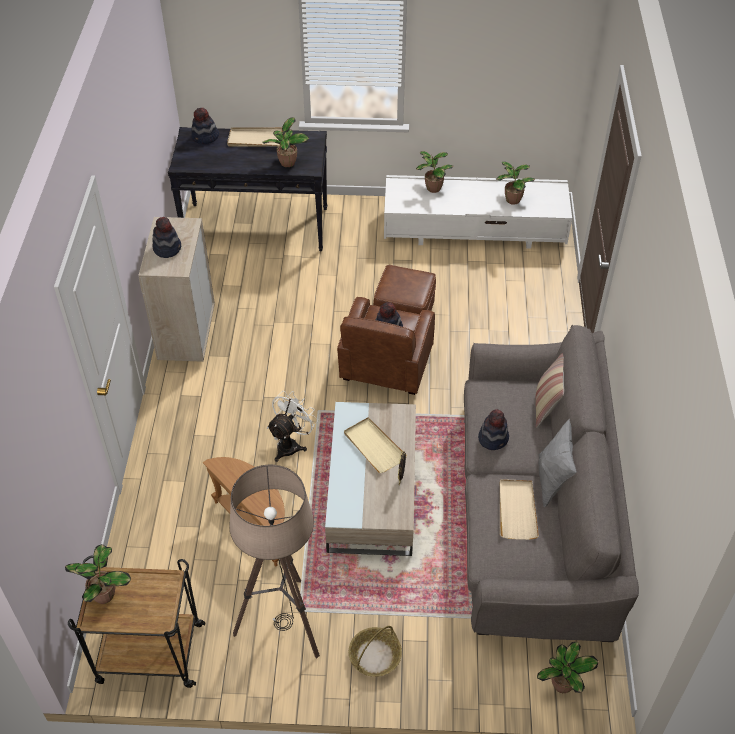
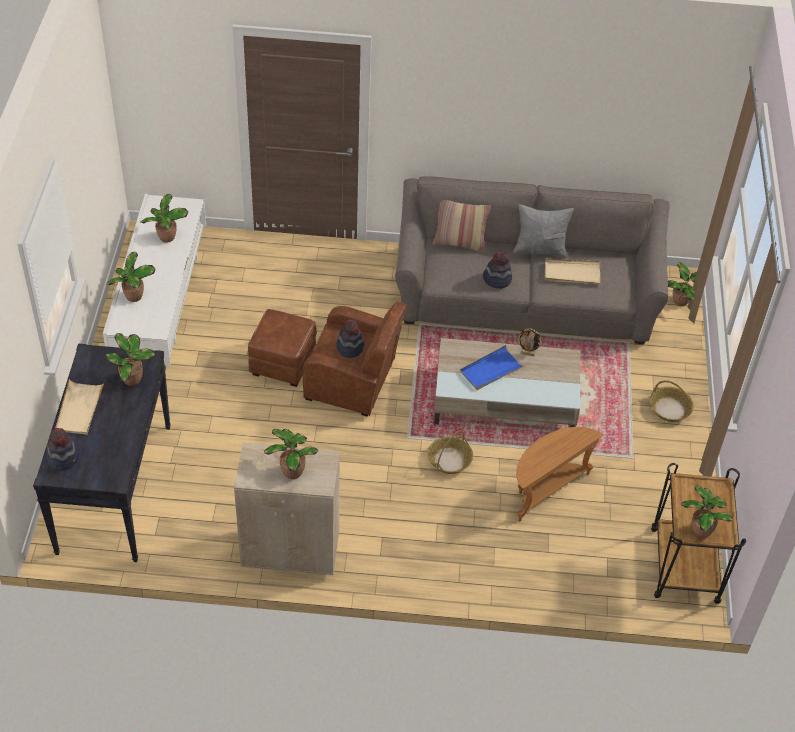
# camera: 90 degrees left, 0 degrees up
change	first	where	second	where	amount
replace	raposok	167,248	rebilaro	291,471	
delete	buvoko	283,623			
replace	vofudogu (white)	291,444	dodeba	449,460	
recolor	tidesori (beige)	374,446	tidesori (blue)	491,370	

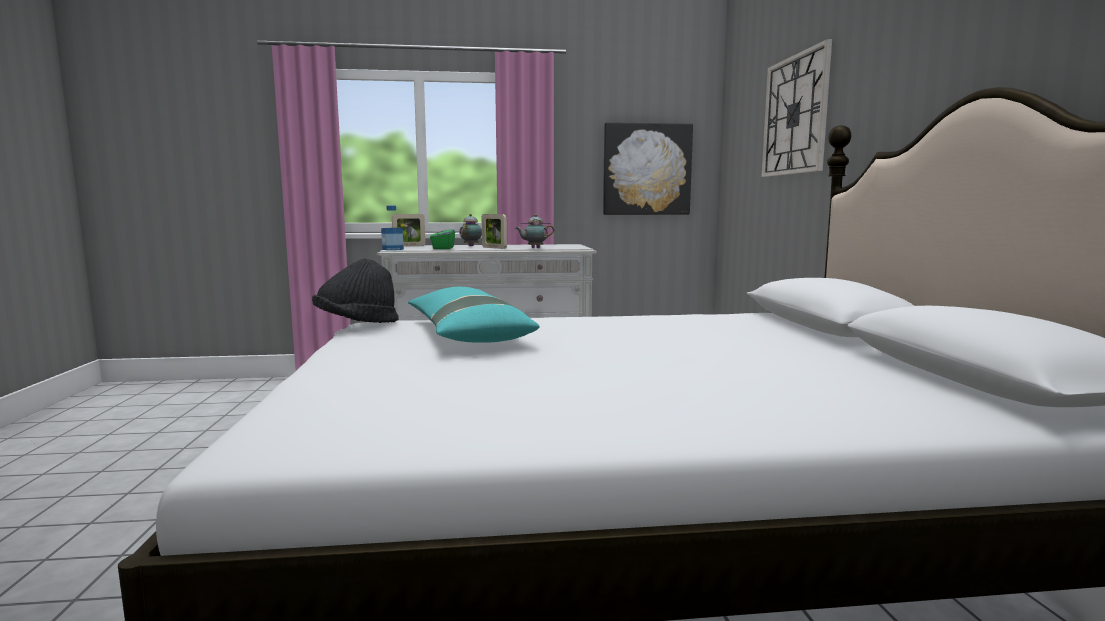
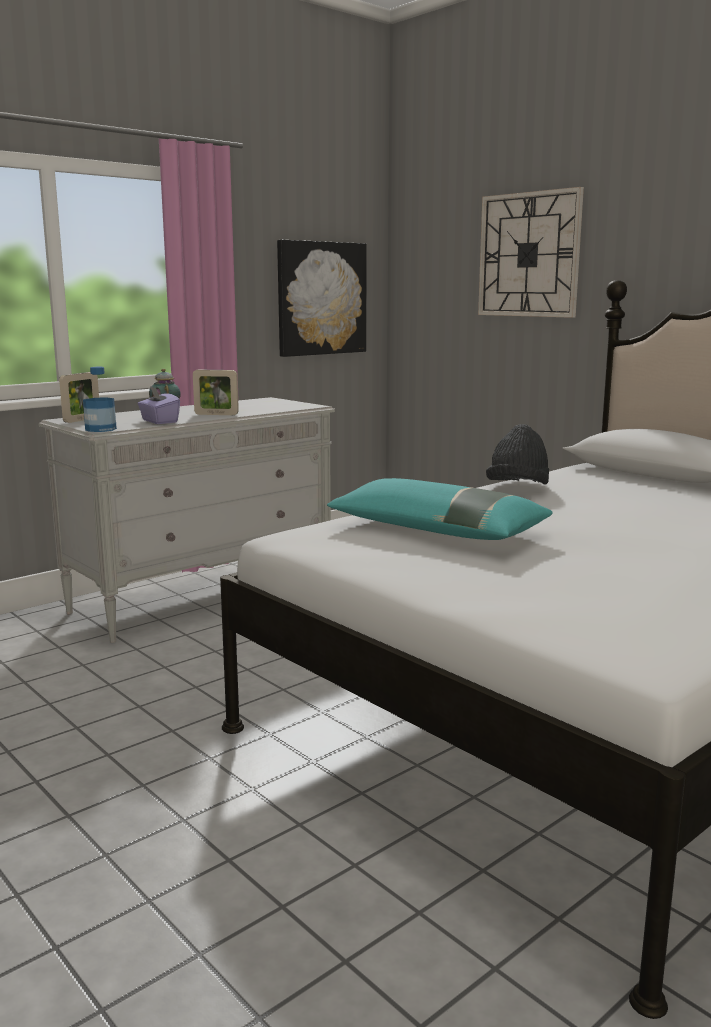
# camera: 35 degrees left, 5 degrees up
change	first	where	second	where	amount
move	raposok (black)	357,324		517,488	
recolor	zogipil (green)	443,248	zogipil (purple)	159,421	
delete	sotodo	534,248			

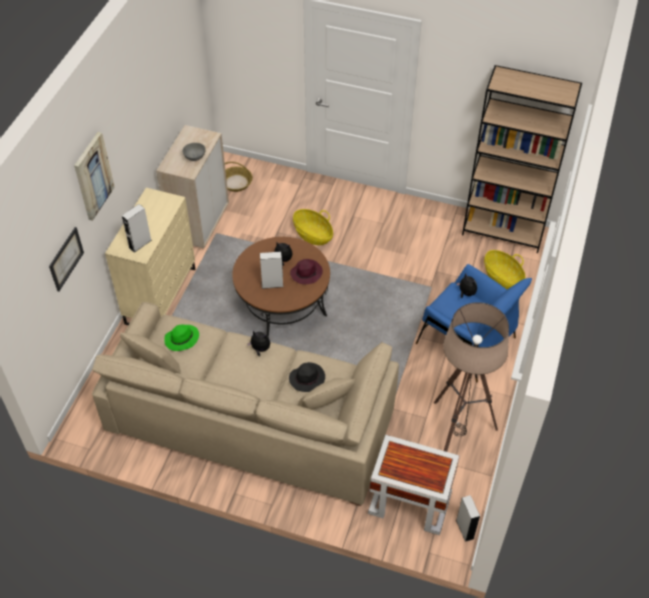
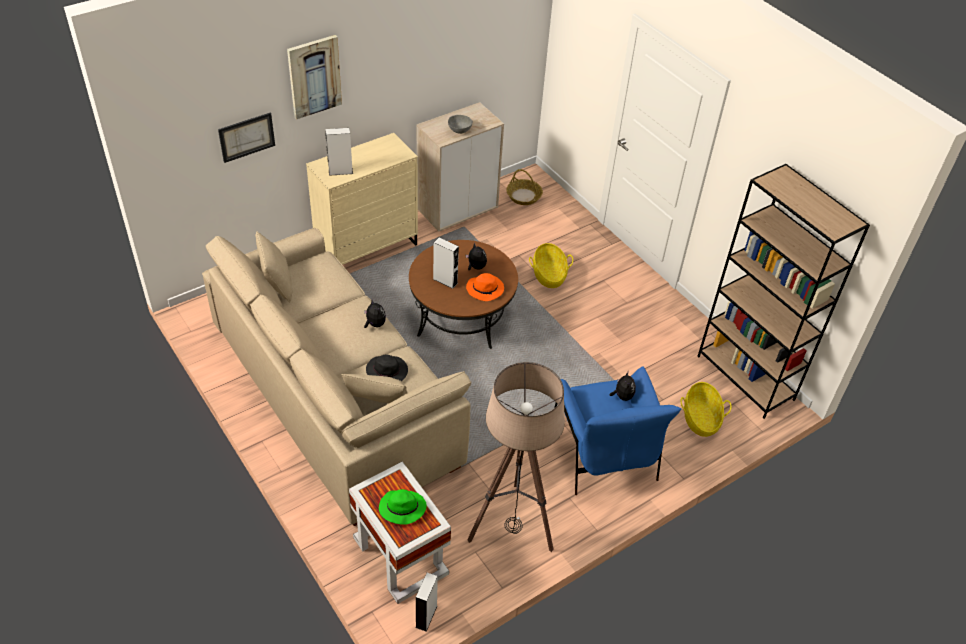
# camera: 35 degrees right, 5 degrees down
change	first	where	second	where	amount
move	raposok (green)	181,339		401,508	
recolor	raposok (purple)	306,273	raposok (orange)	485,289	

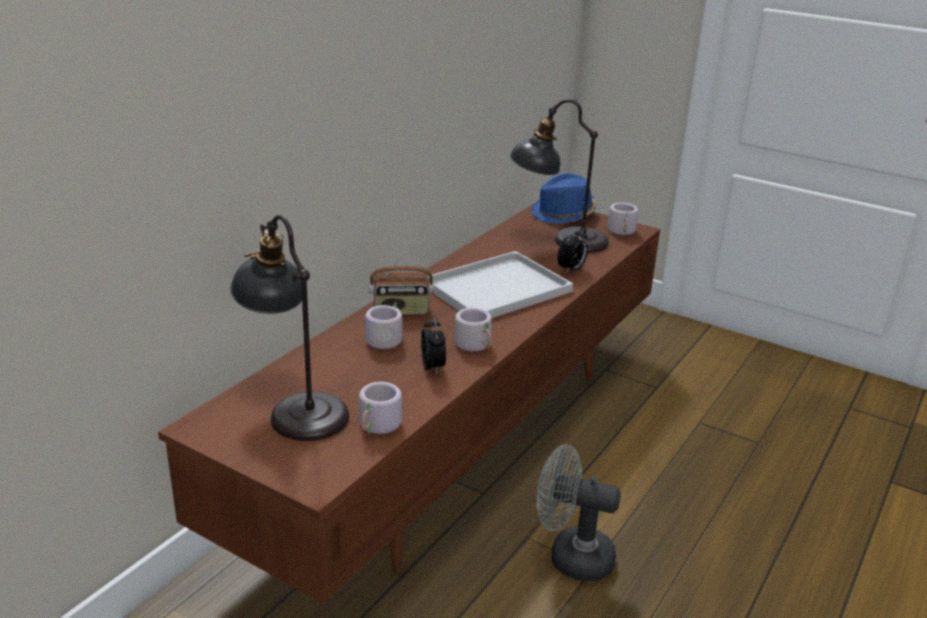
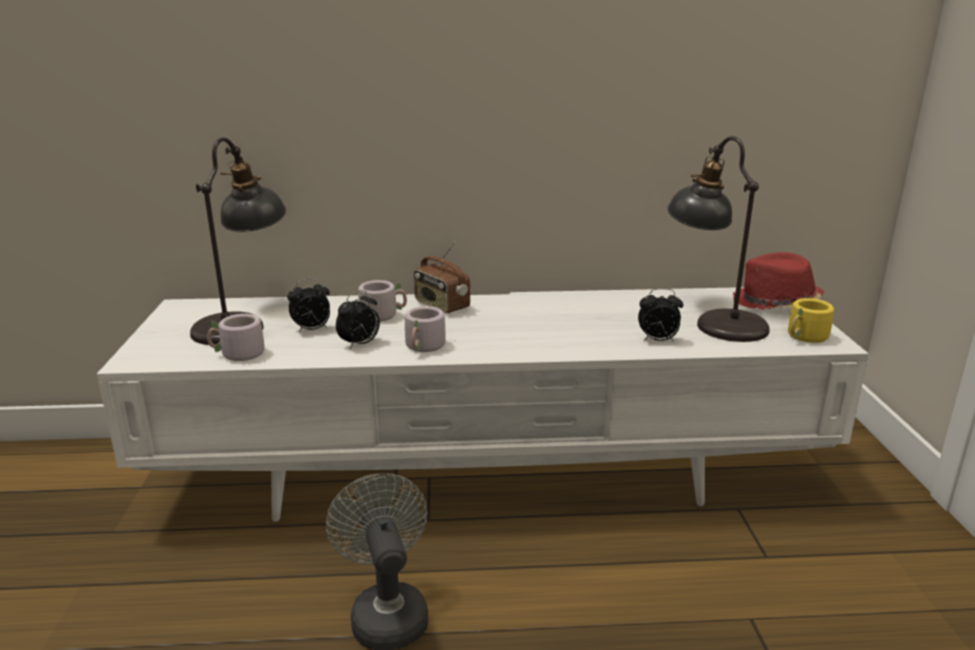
# camera: 55 degrees right, 5 degrees down
change	first	where	second	where	amount
recolor	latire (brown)	456,440	latire (white)	487,472	
delete	tidesori (white)	498,287			
recolor	raposok (blue)	564,214	raposok (red)	775,303	
recolor	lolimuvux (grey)	623,232	lolimuvux (yellow)	807,338	
insert			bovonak	312,330	

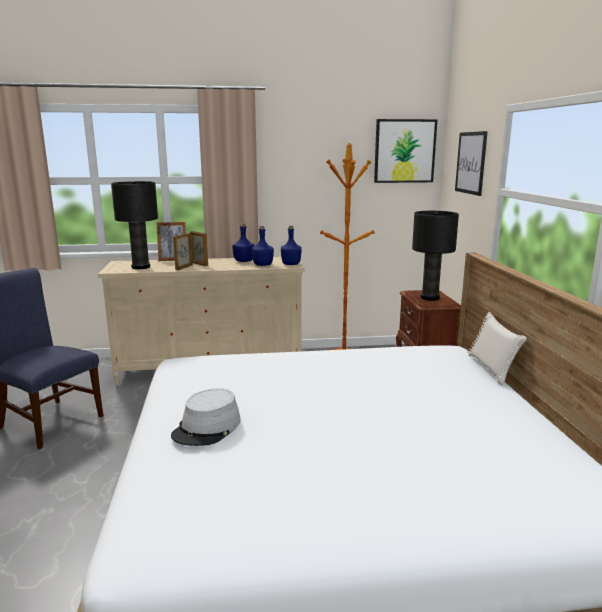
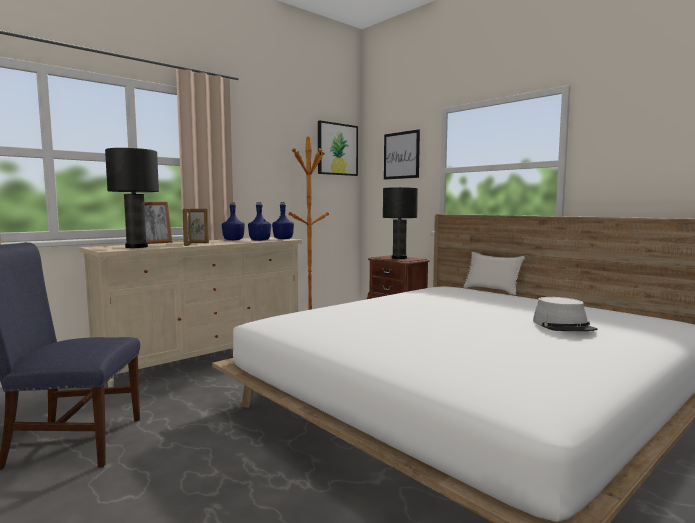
# camera: 35 degrees left, 10 degrees down
change	first	where	second	where	amount
move	raposok (grey)	207,428		563,325	

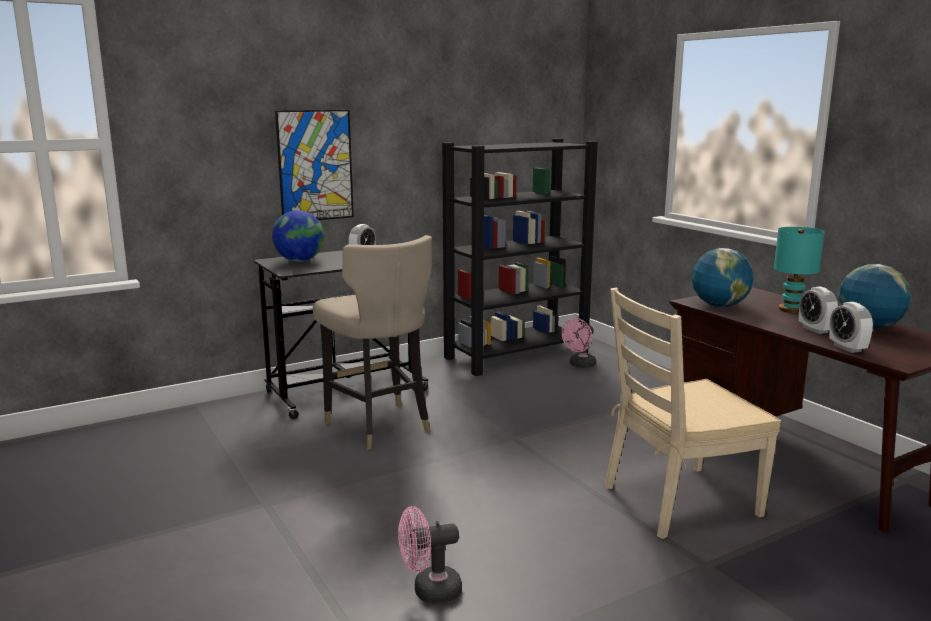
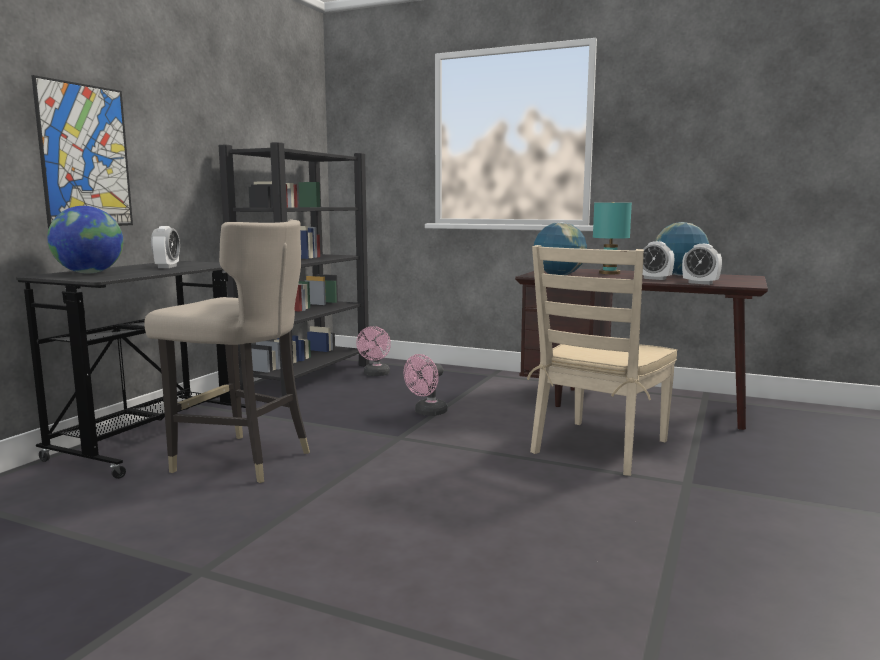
# camera: 35 degrees left, 5 degrees down
change	first	where	second	where	amount
move	vofudogu (pink)	429,591		427,413	

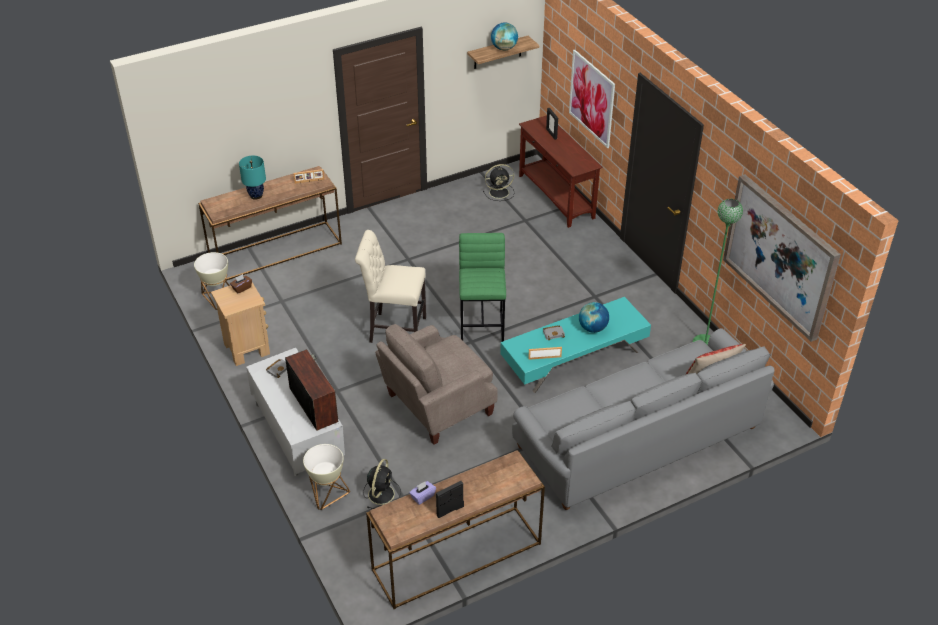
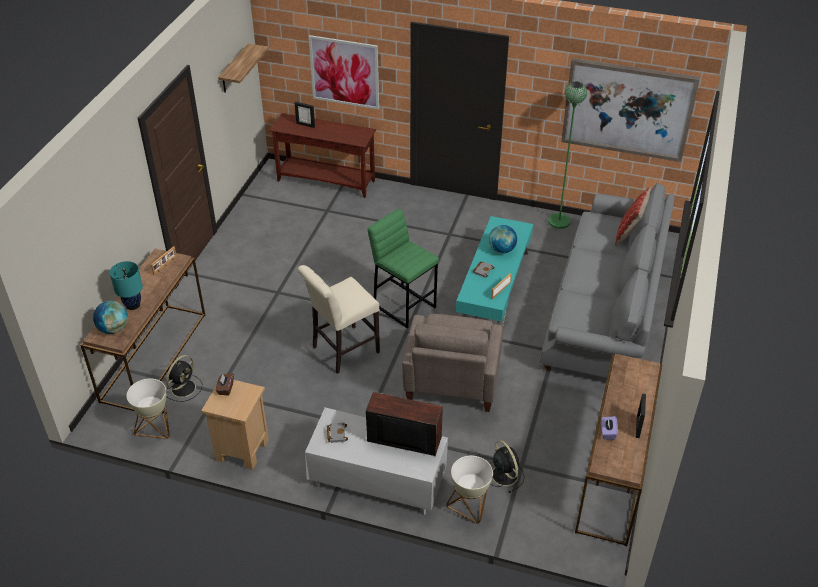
# camera: 45 degrees left, 0 degrees up
change	first	where	second	where	amount
move	vofudogu (black)	500,192		184,387	
move	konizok	504,48		114,329	

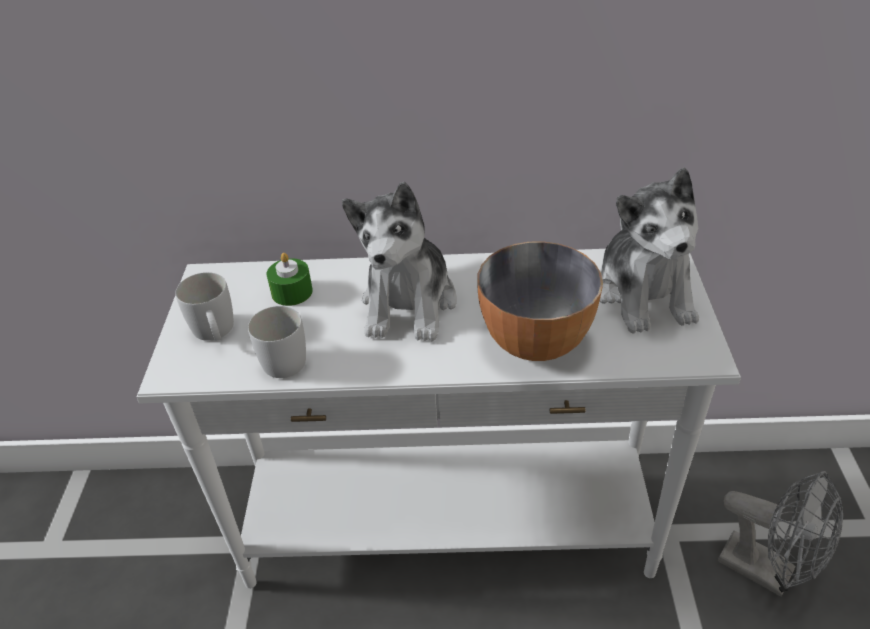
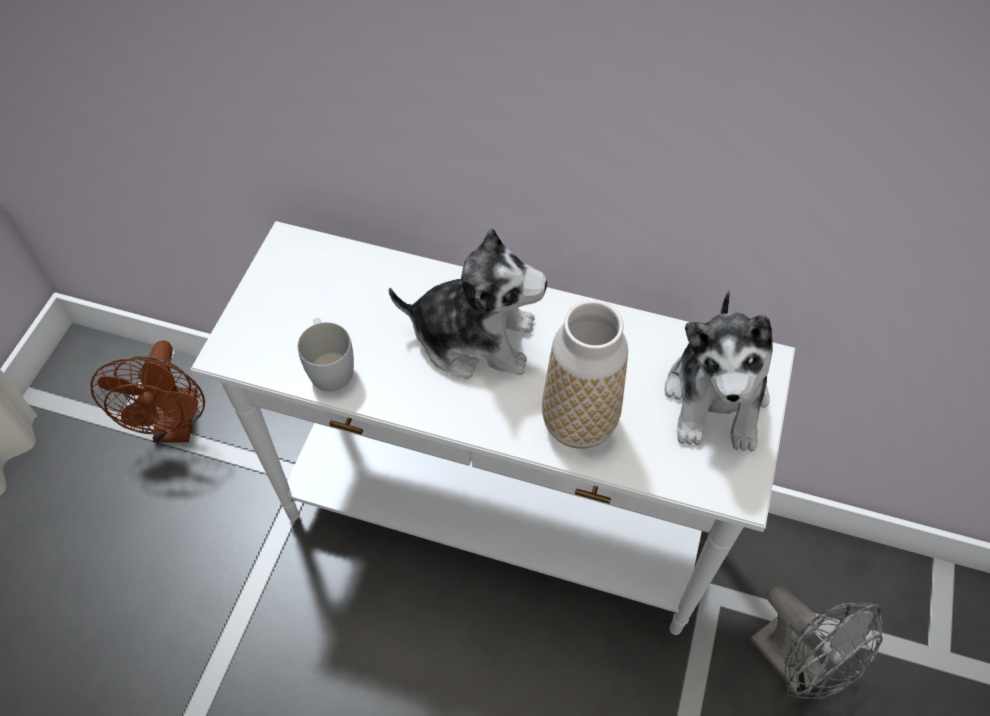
# camera: 15 degrees right, 15 degrees up
change	first	where	second	where	amount
delete	lolimuvux (white)	215,333			
delete	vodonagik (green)	292,292			
rotate	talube	409,304		474,338	105 degrees counterclockwise
replace	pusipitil	535,342	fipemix	579,423	
insert			vofudogu (brown)	176,427	

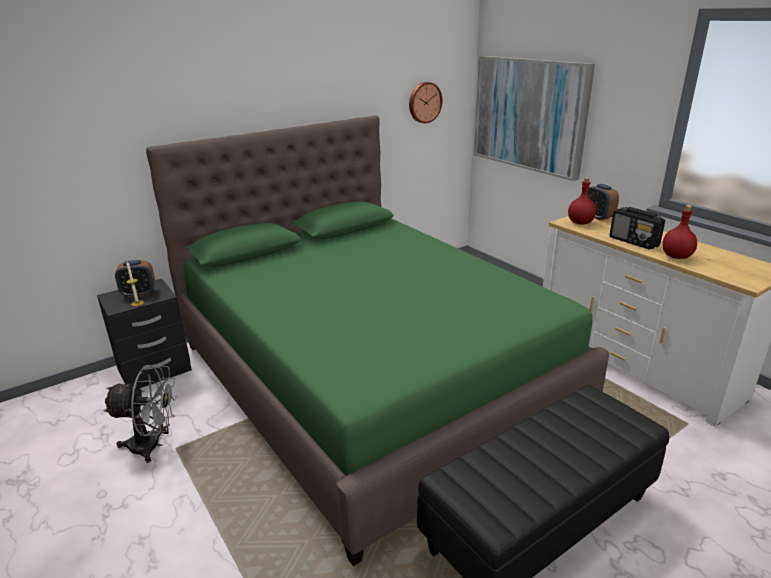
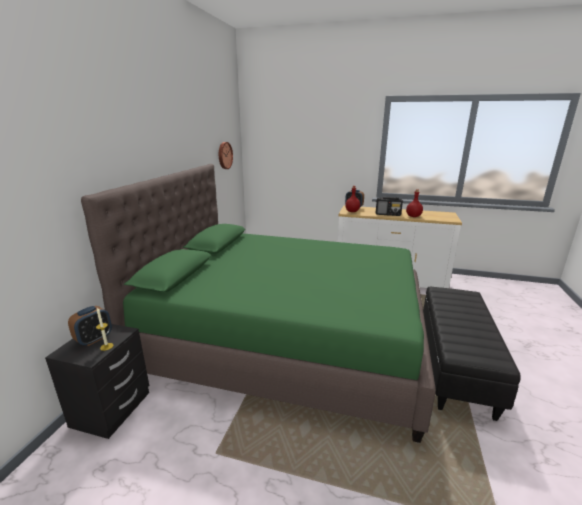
# camera: 40 degrees left, 5 degrees down
change	first	where	second	where	amount
delete	vofudogu (grey)	153,445			
delete	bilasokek	529,114			

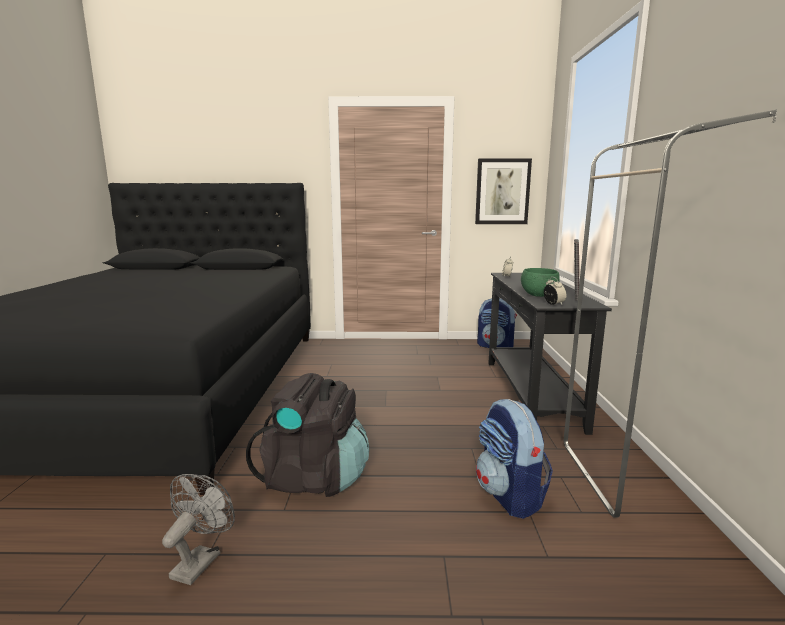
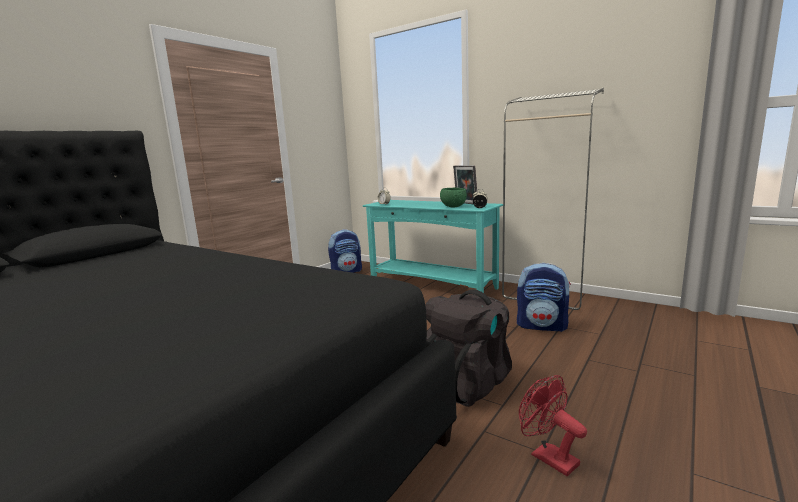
# camera: 55 degrees left, 0 degrees up
change	first	where	second	where	amount
recolor	vofudogu (grey)	200,560	vofudogu (red)	548,457	
delete	bilasokek	502,191			
recolor	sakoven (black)	532,393	sakoven (turquoise)	432,285	

